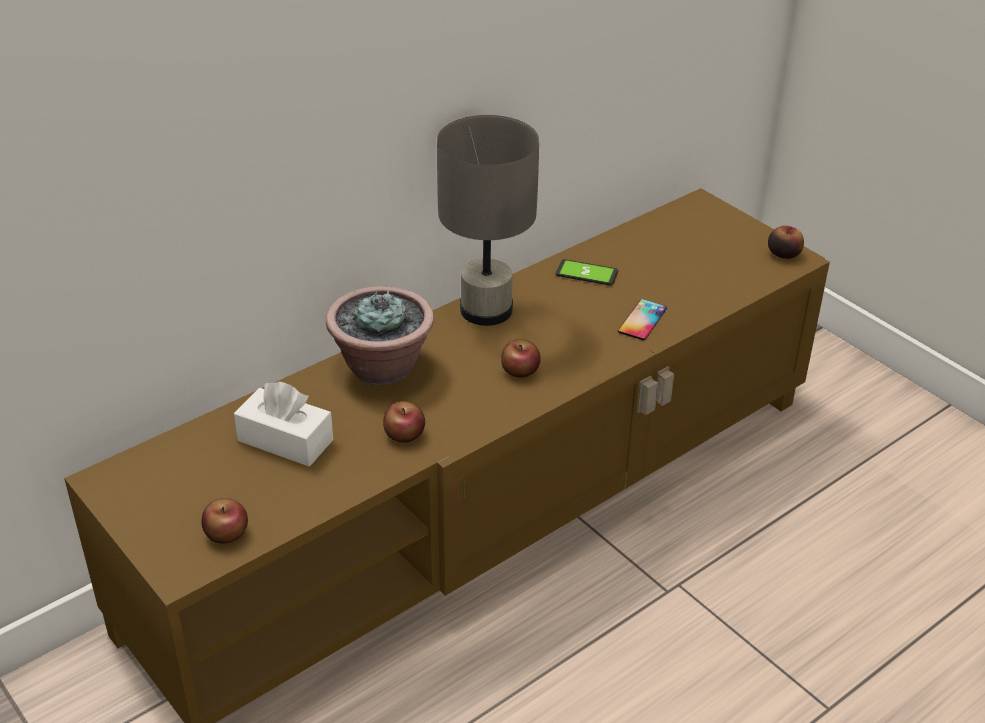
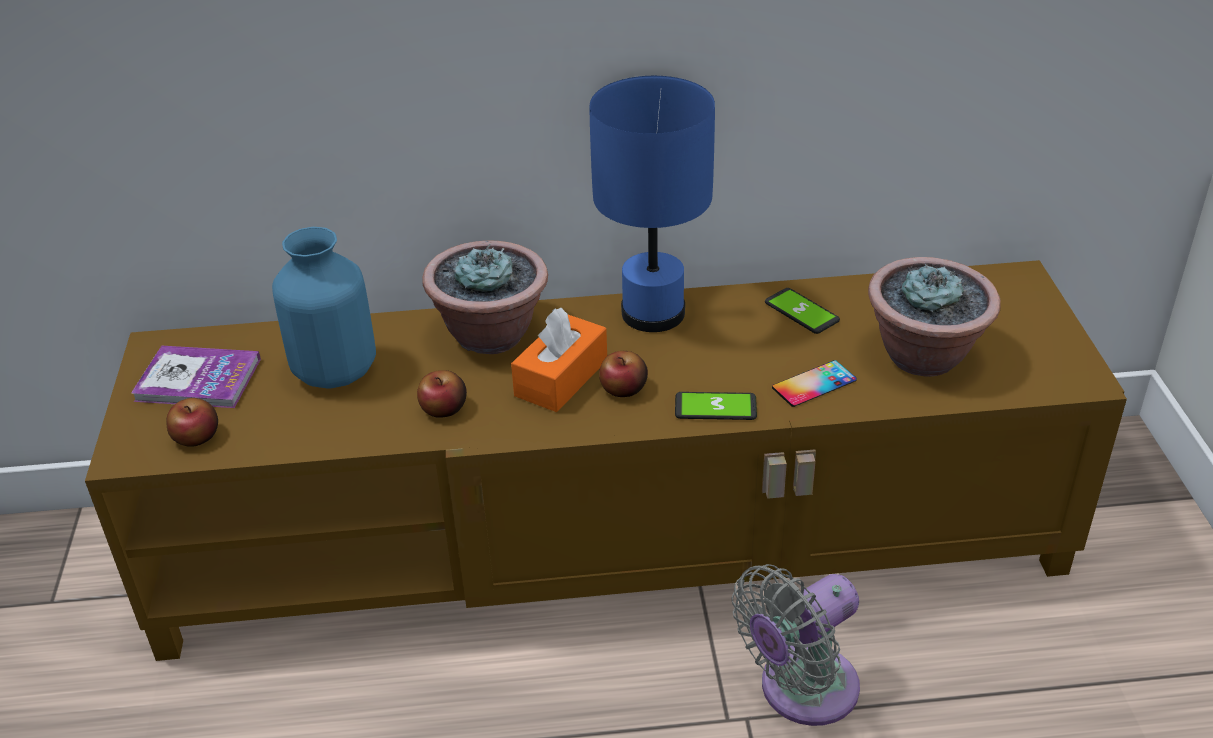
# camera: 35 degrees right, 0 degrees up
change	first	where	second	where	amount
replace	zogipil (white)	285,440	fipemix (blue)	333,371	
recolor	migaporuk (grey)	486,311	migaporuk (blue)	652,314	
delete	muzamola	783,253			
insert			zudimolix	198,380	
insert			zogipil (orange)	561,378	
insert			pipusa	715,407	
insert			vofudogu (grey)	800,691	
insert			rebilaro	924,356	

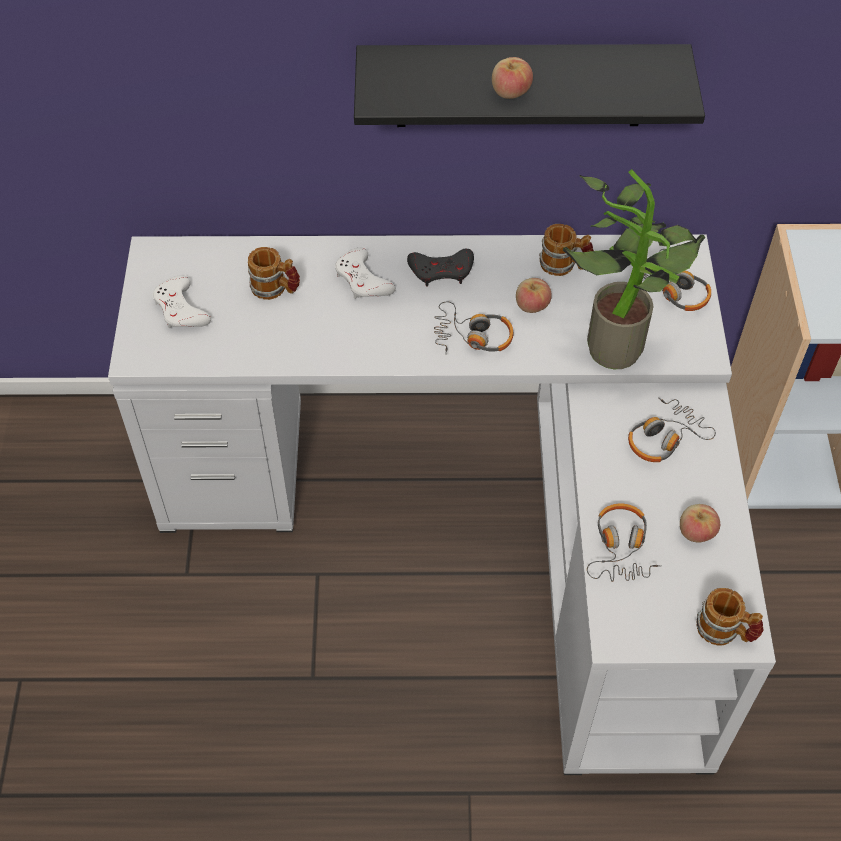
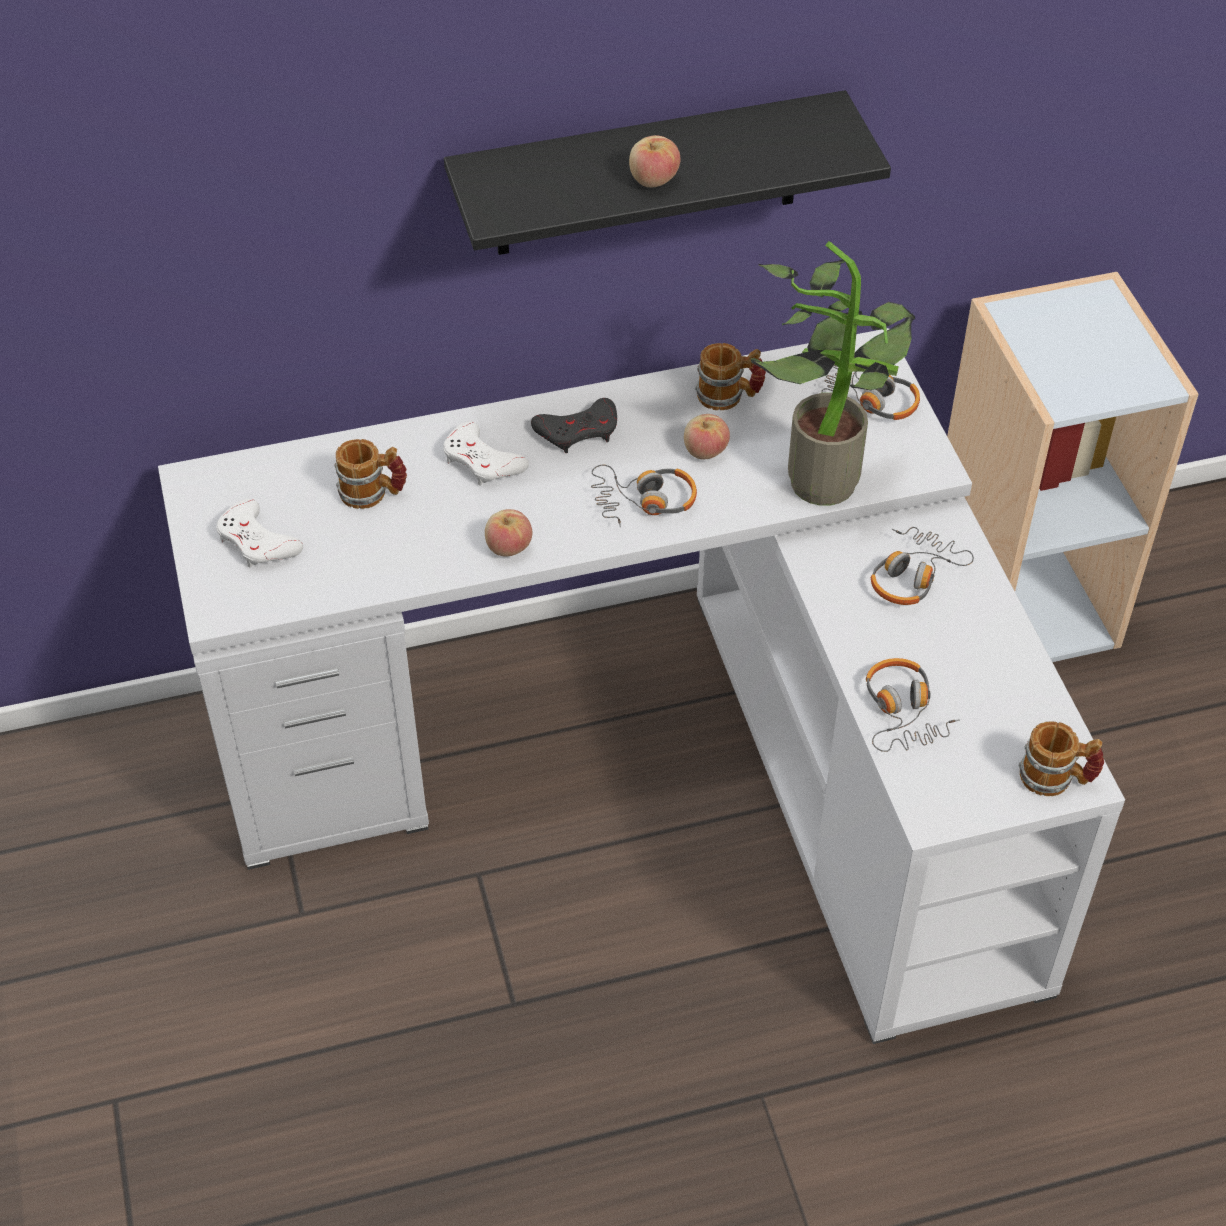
# camera: 15 degrees left, 5 degrees down
change	first	where	second	where	amount
move	muzamola	696,532		508,547	

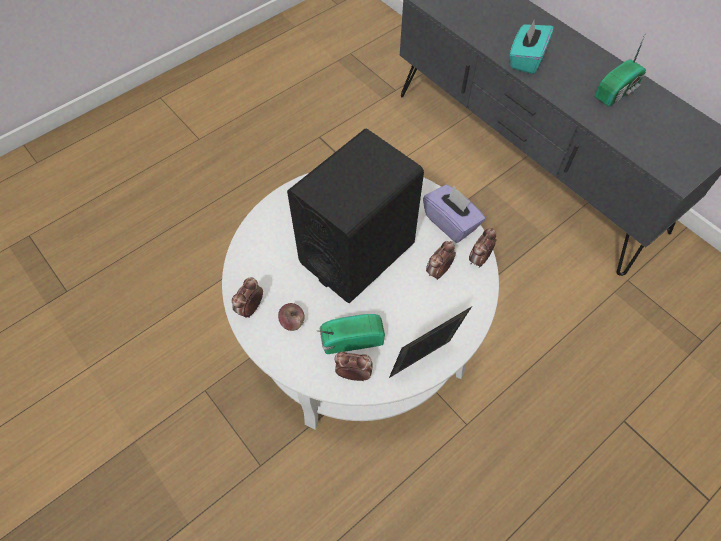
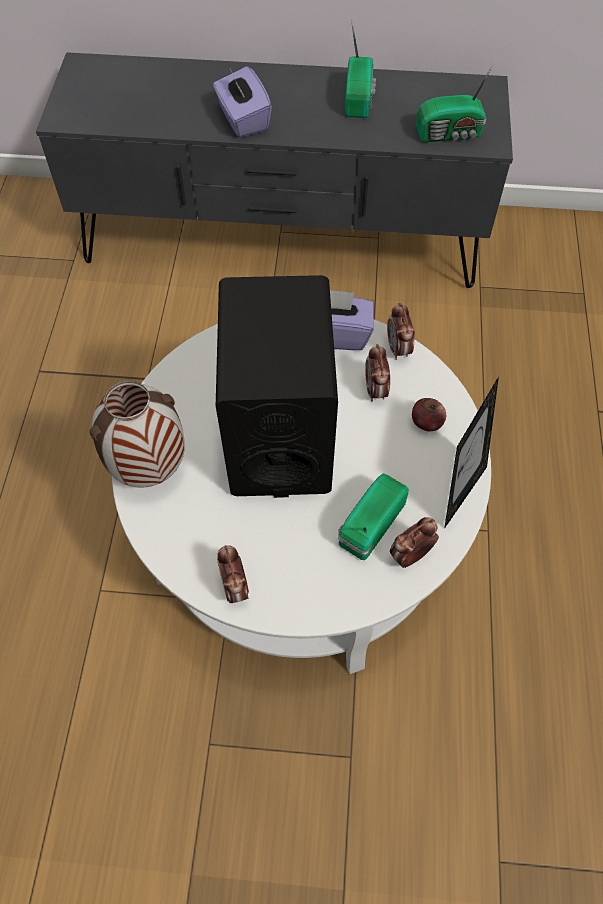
# camera: 45 degrees left, 0 degrees up
change	first	where	second	where	amount
move	muzamola	292,322		426,422	
recolor	zogipil (turquoise)	526,59	zogipil (purple)	243,120	
insert			fipemix	150,468	
insert			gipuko	450,134	

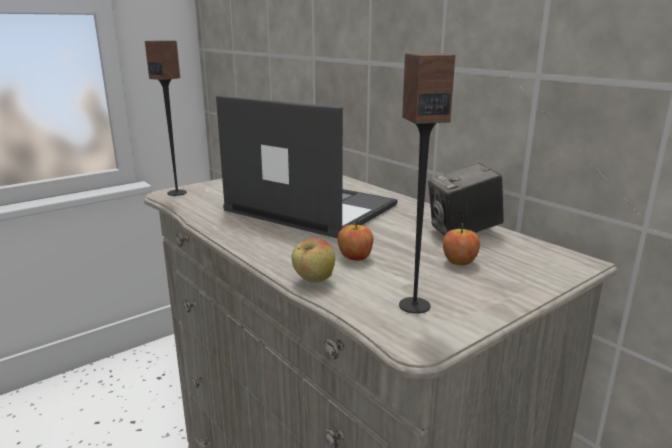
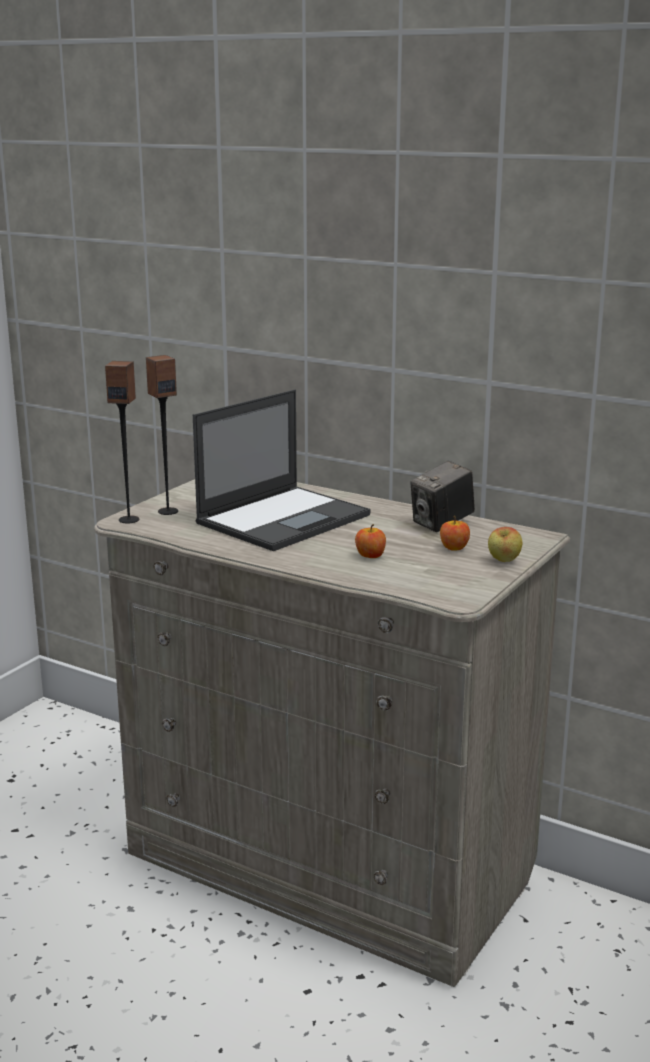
# camera: 20 degrees left, 0 degrees up
change	first	where	second	where	amount
rotate	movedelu	309,207		284,518	120 degrees clockwise
move	muzamola	313,281		504,561	
move	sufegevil	414,305		167,511	

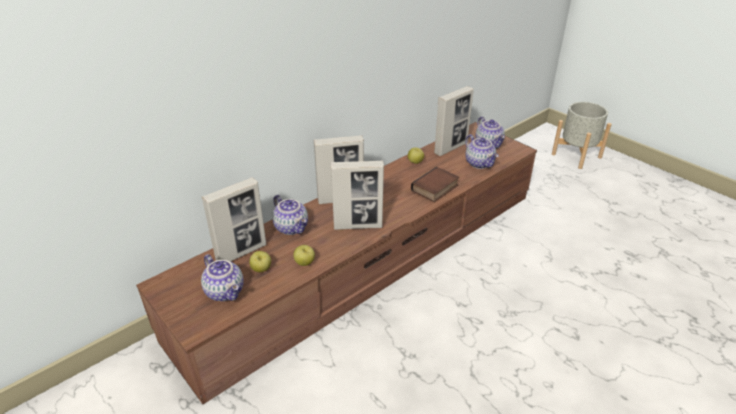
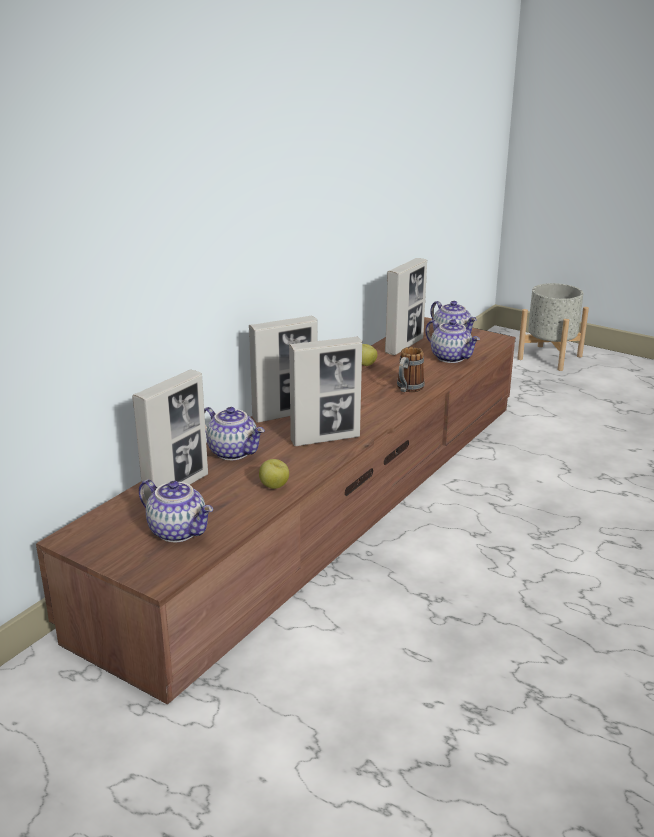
# camera: 15 degrees left, 10 degrees down
change	first	where	second	where	amount
delete	muzamola	261,269			
replace	zudimolix	435,189	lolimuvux	407,389	

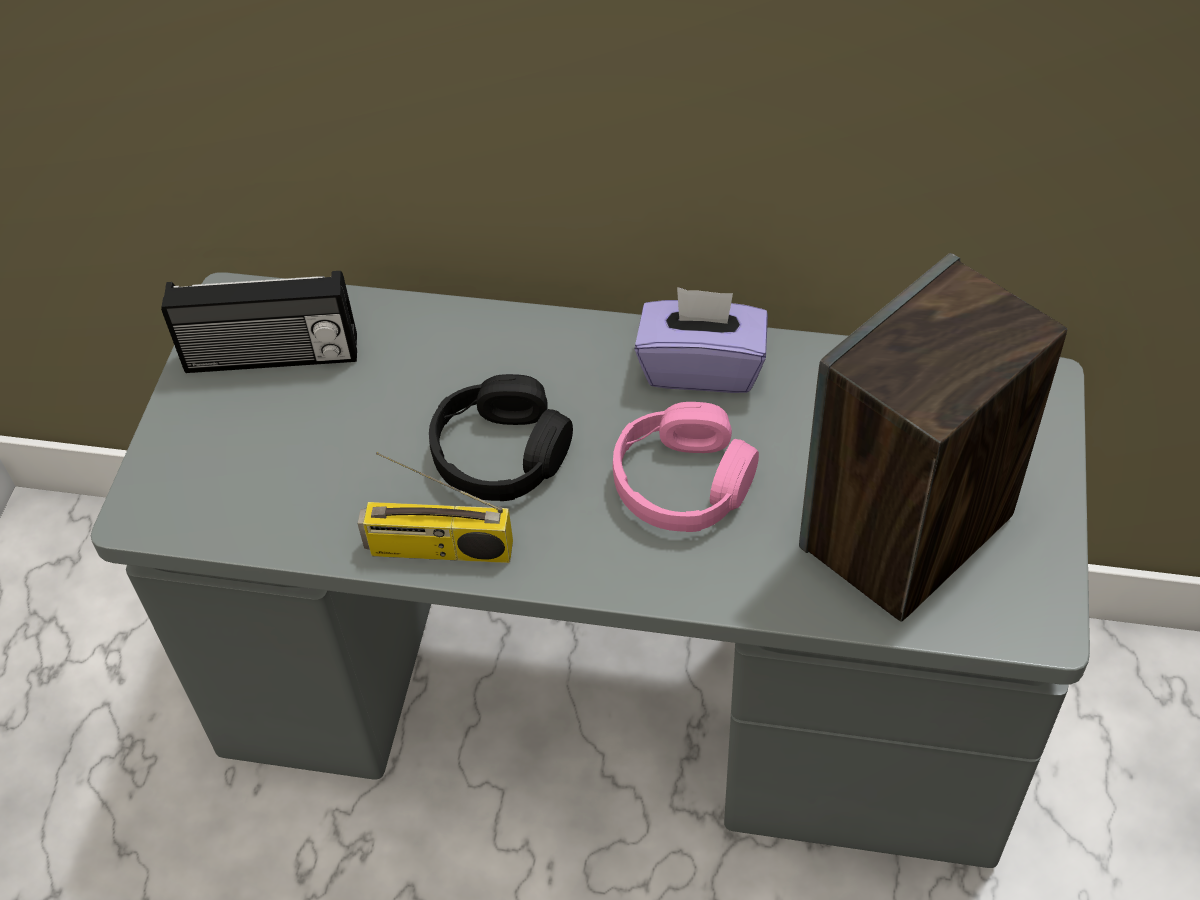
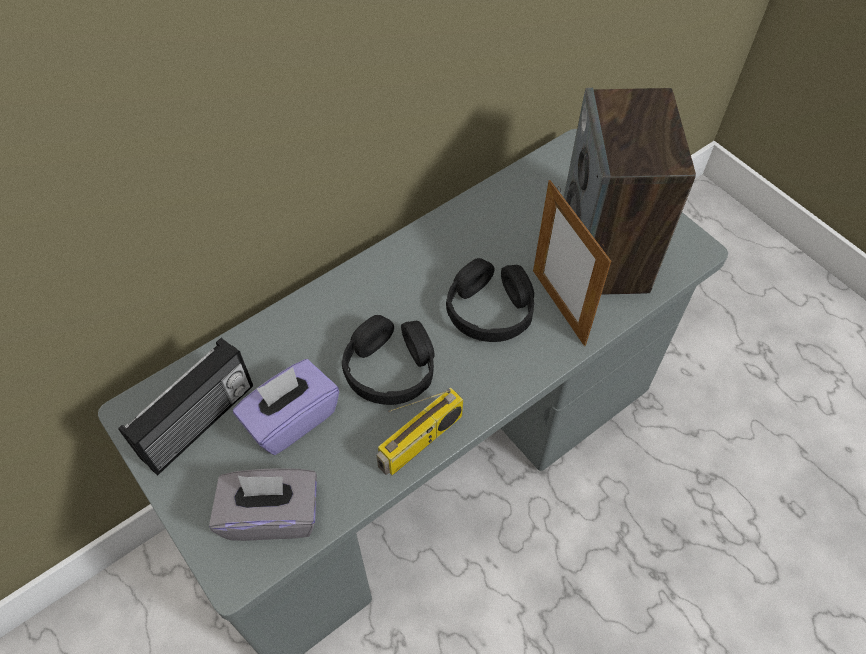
# camera: 50 degrees left, 5 degrees up
change	first	where	second	where	amount
recolor	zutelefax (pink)	683,483	zutelefax (black)	490,310	
move	zogipil (purple)	701,367		291,419	
insert			zogipil (grey)	272,515	
insert			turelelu	558,307	

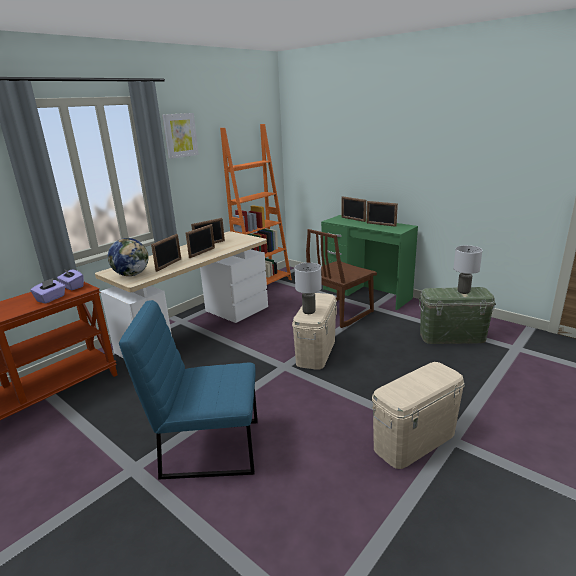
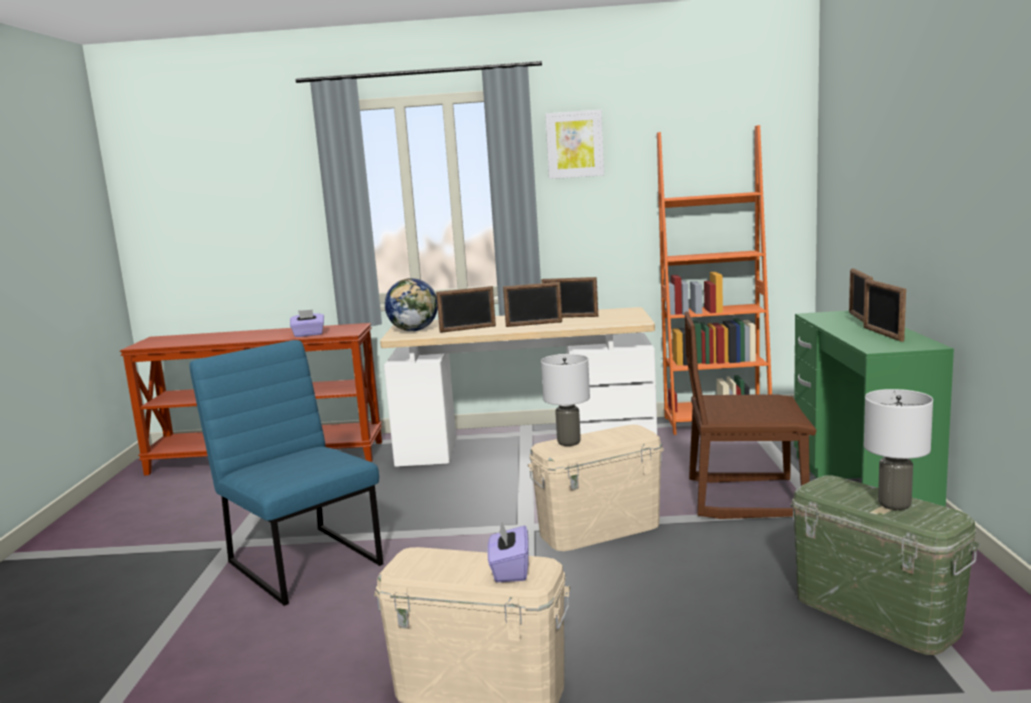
# camera: 50 degrees right, 10 degrees down
change	first	where	second	where	amount
move	zogipil (purple)	72,286		509,570	

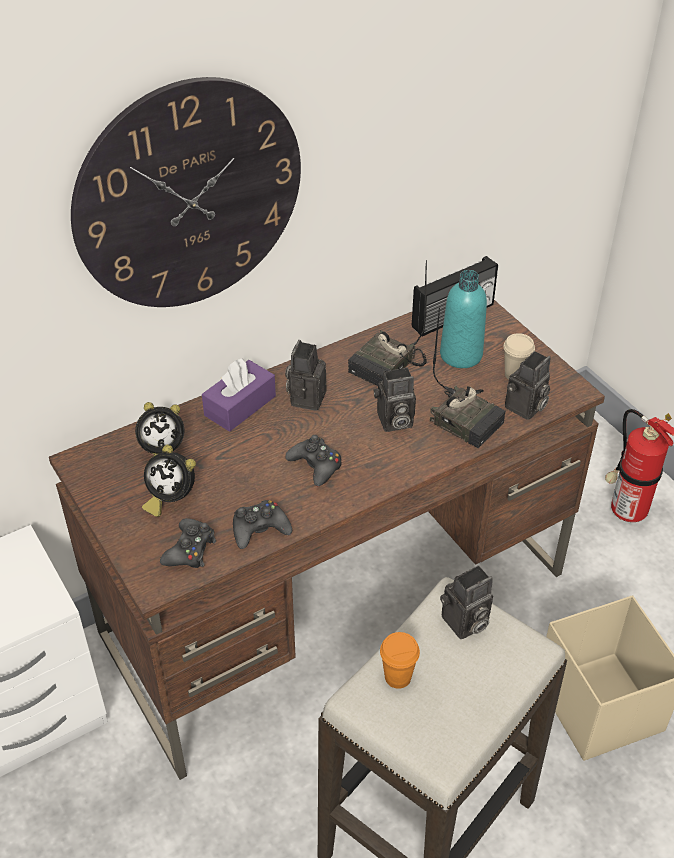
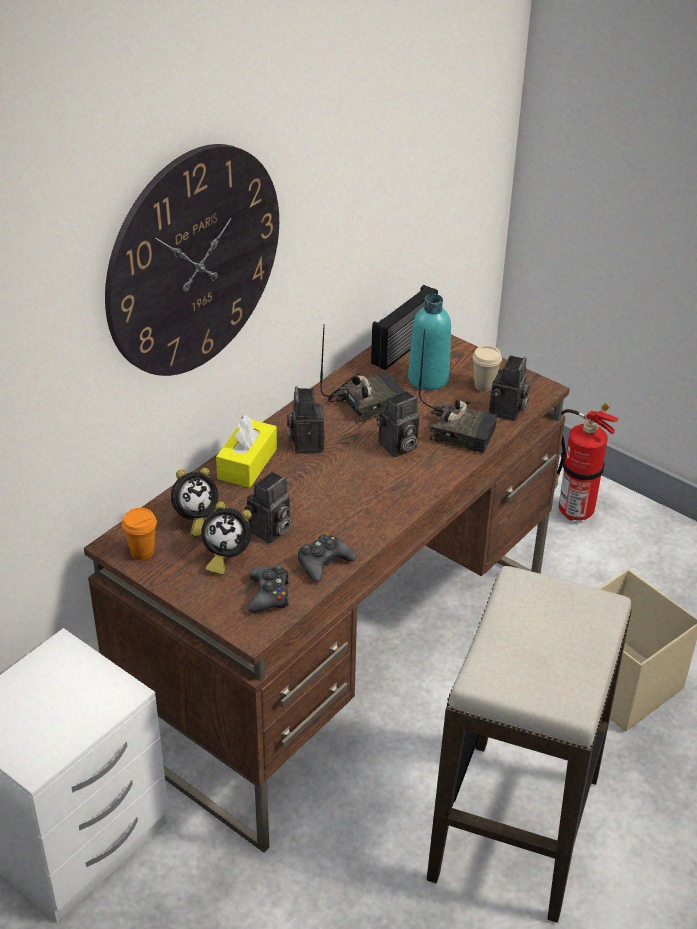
# camera: 20 degrees left, 5 degrees down
change	first	where	second	where	amount
recolor	zogipil (purple)	240,406	zogipil (yellow)	247,463	
delete	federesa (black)	316,465			
rotate	gipuko	388,367		367,402	135 degrees counterclockwise
move	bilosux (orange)	398,677		142,552	
move	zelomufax	464,624		269,532	

